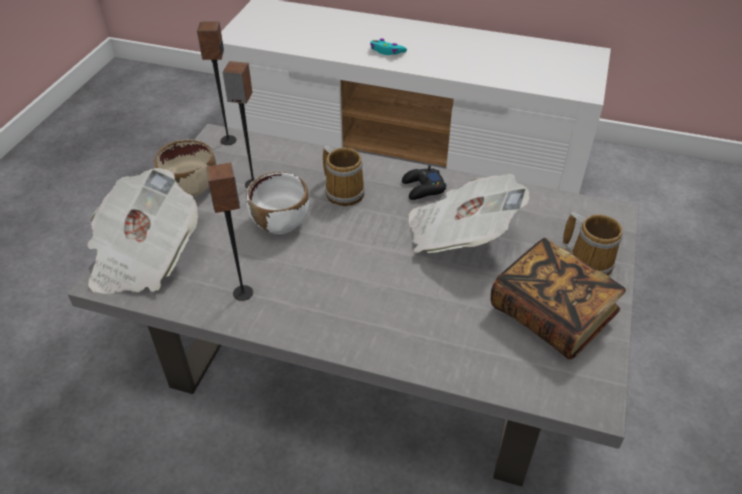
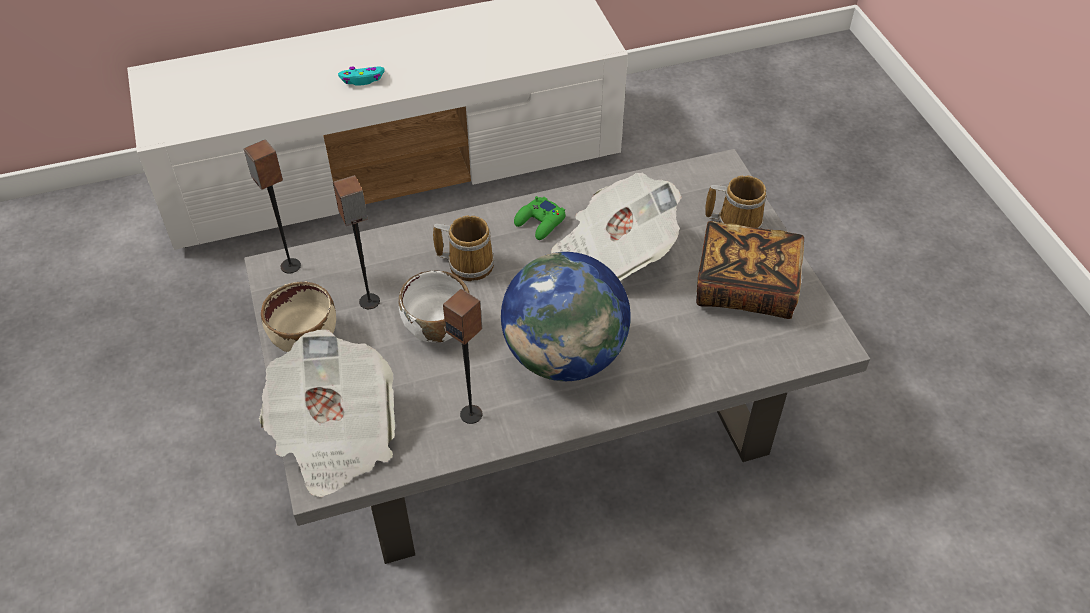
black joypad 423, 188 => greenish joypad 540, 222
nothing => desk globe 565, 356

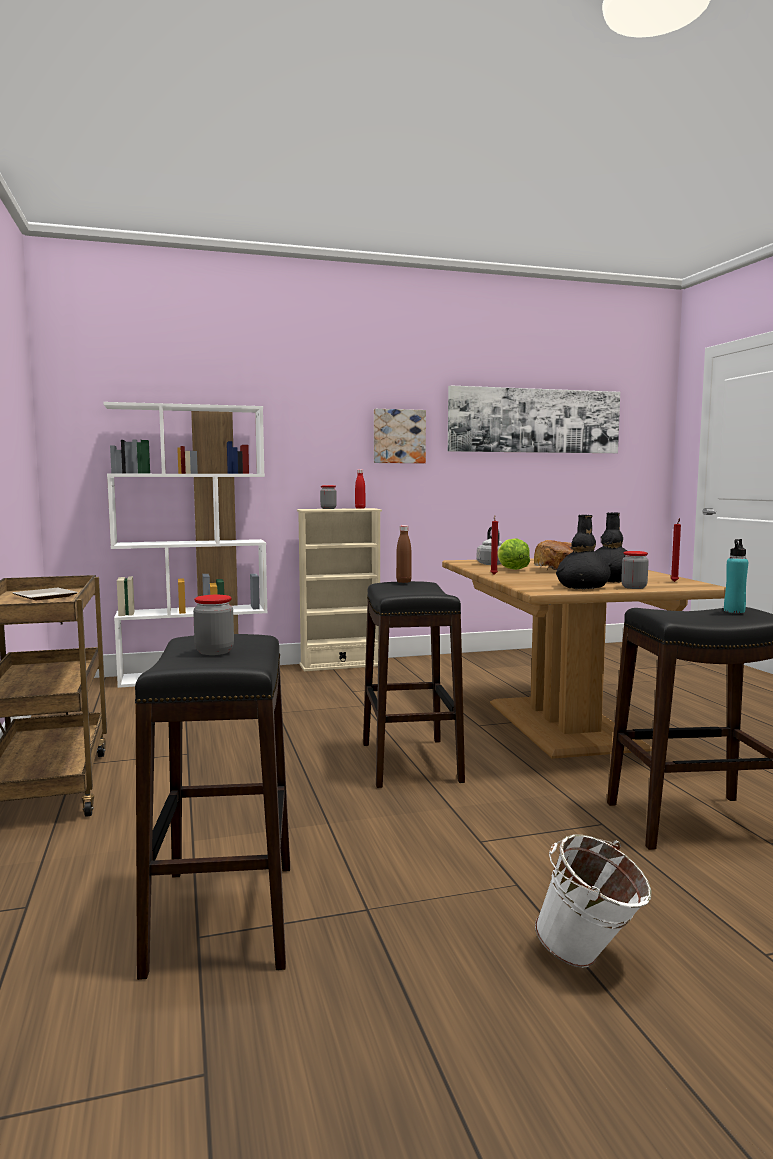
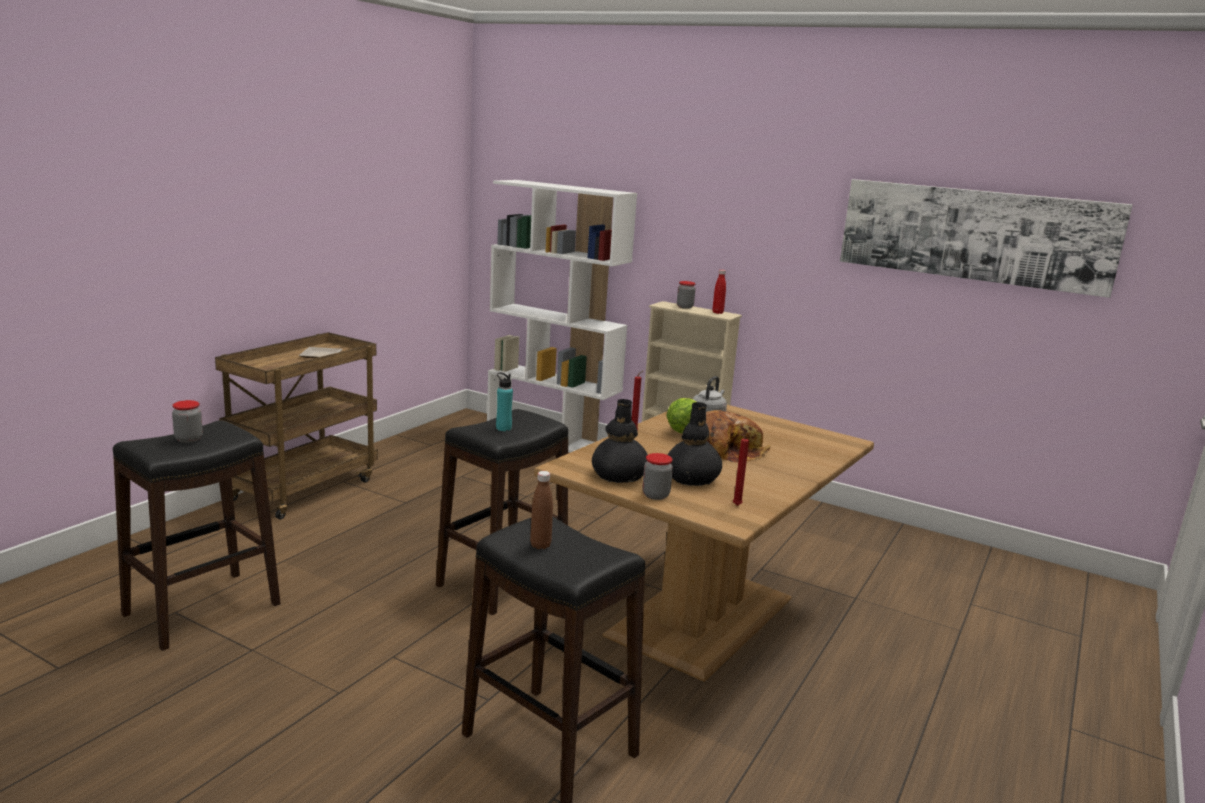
picture 398, 436 => nothing
brownish beverage bottle 403, 582 => brownish beverage bottle 540, 545, moved
whitish bucket 590, 959 => nothing
blue-green beverage bottle 734, 611 => blue-green beverage bottle 503, 428, moved

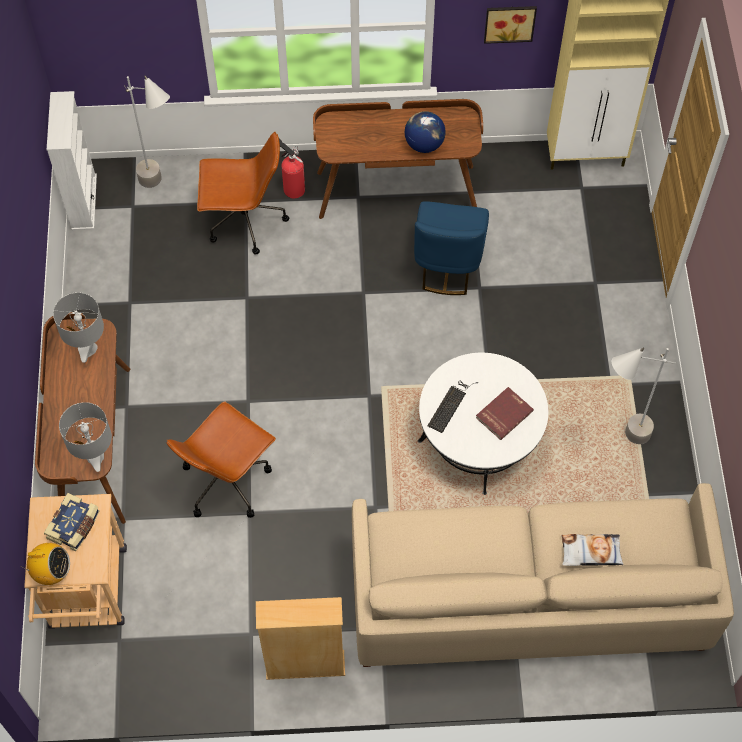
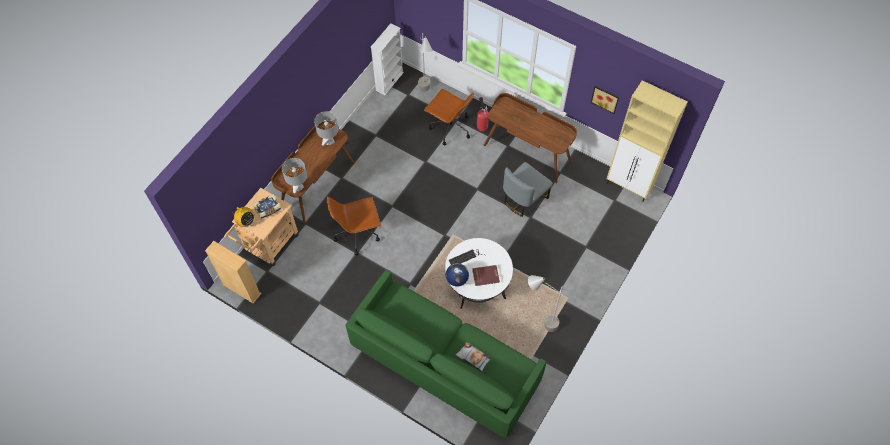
sand-coloured shelving unit 305, 665 => sand-coloured shelving unit 242, 289, moved
sand-coloured couch 527, 597 => greenish couch 444, 363
desk globe 424, 144 => desk globe 457, 279, moved
bluish upright chair 447, 265 => greyish upright chair 524, 199

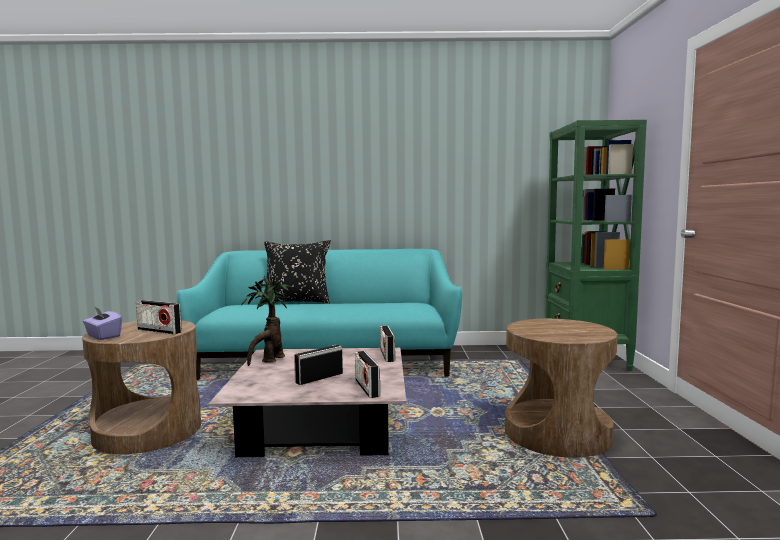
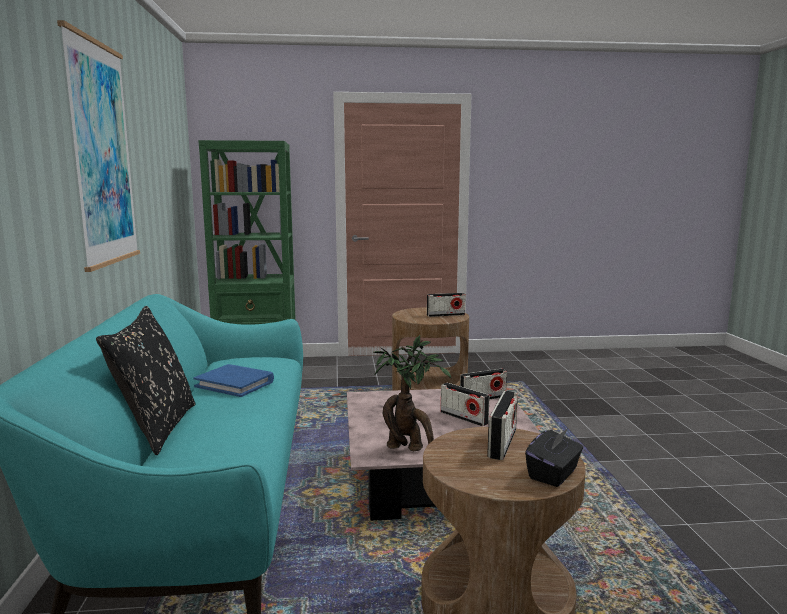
purple-coloured tissue box 103, 336 => black tissue box 553, 474
radio 387, 355 => radio 445, 315, moved
nothing => picture 102, 154
nothing => bluish volume 235, 384

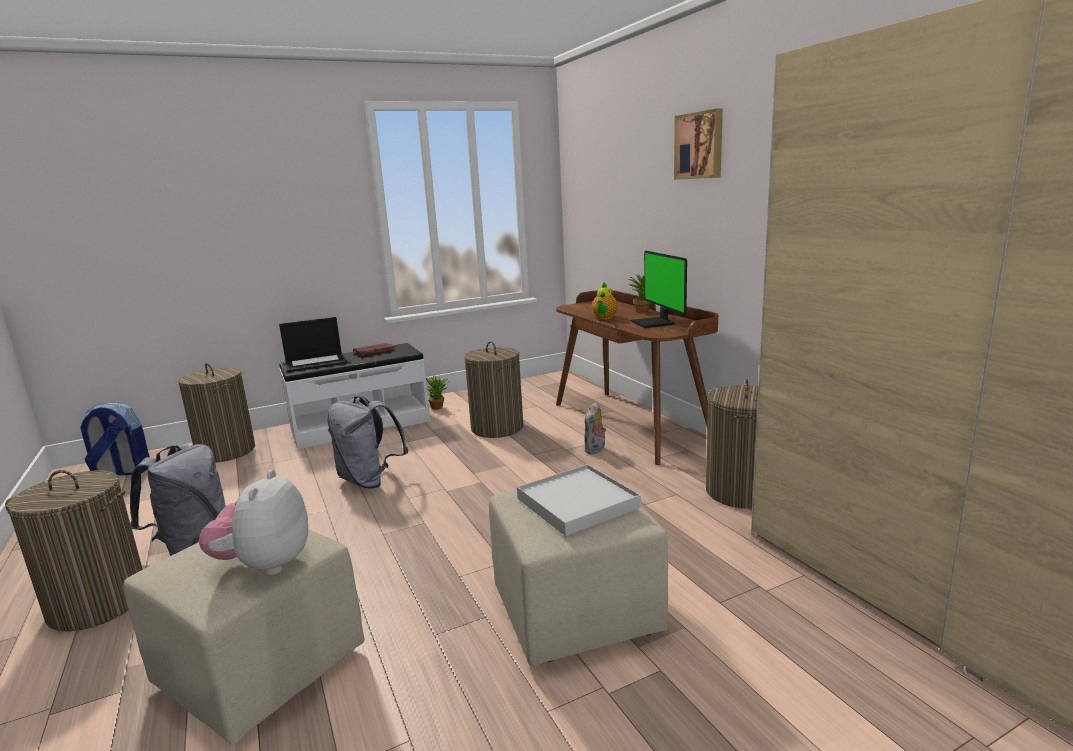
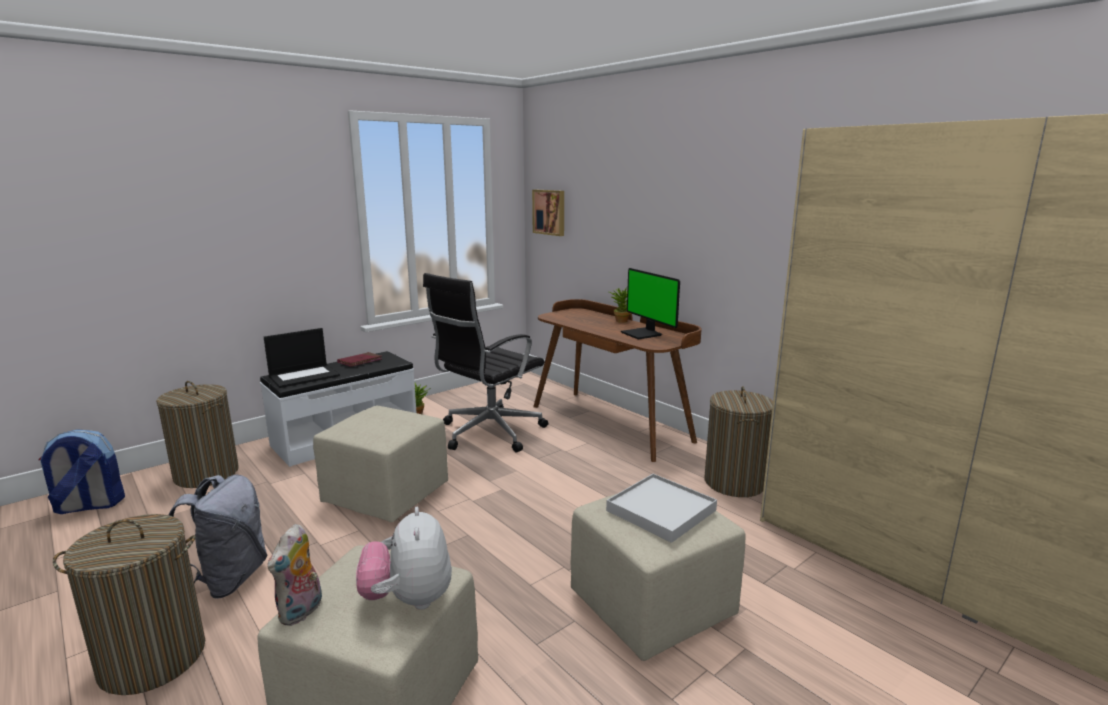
greyish knapsack 369, 480 => sand-coloured pouffe 388, 495
laundry basket 497, 428 => black computer chair 488, 433
soft toy 595, 450 => soft toy 302, 612, moved
pot for tea 604, 318 => nothing
picture 700, 145 => picture 550, 212, moved

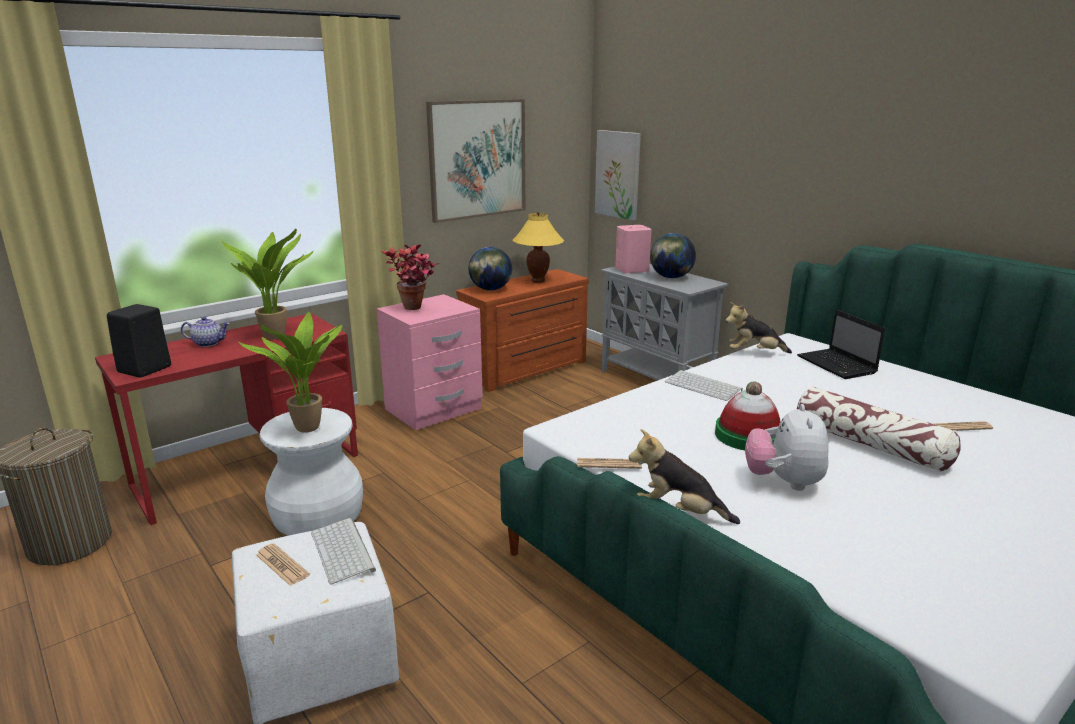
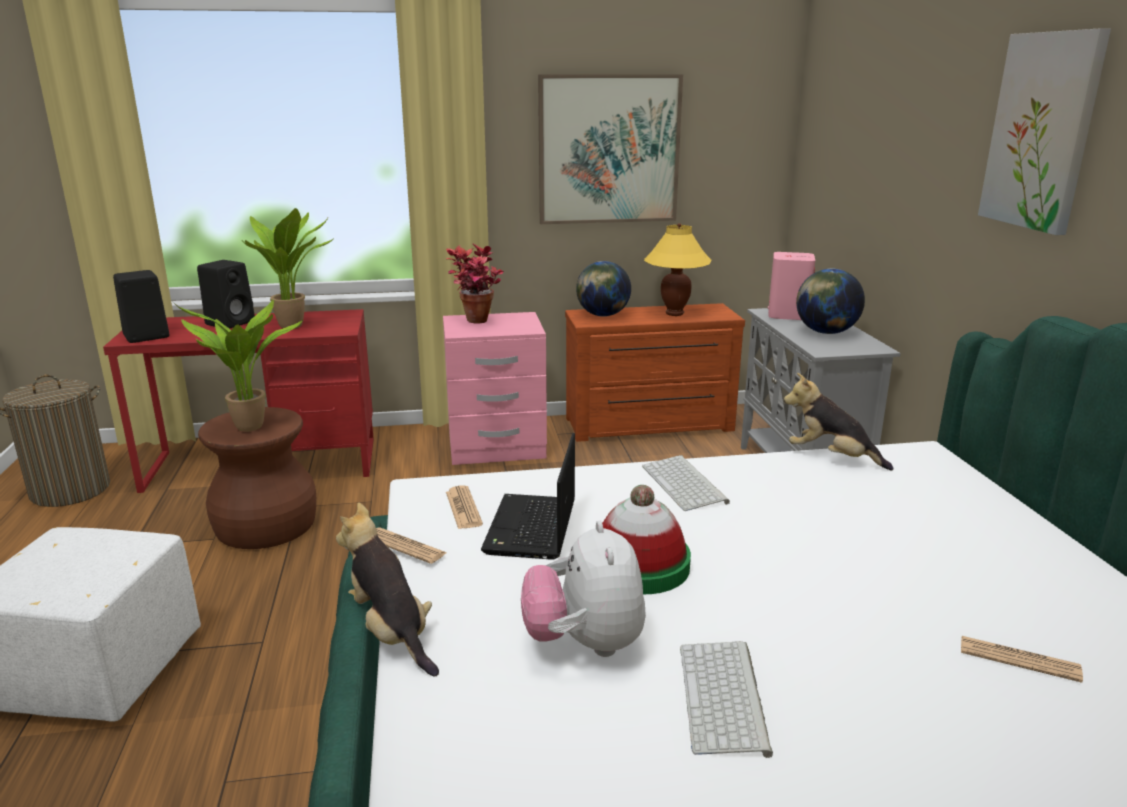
pot for tea 208, 343 => black loudspeaker 231, 322
daily paper 282, 565 => daily paper 463, 508, moved
whitish sitting stool 317, 515 => brownish sitting stool 264, 526
PC keyboard 344, 551 => PC keyboard 725, 699, moved
picture 618, 174 => picture 1042, 131, moved
soft toy 783, 482 => soft toy 584, 643, 45 degrees counterclockwise
laptop 838, 365 => laptop 531, 529, moved
pillow 870, 445 => nothing

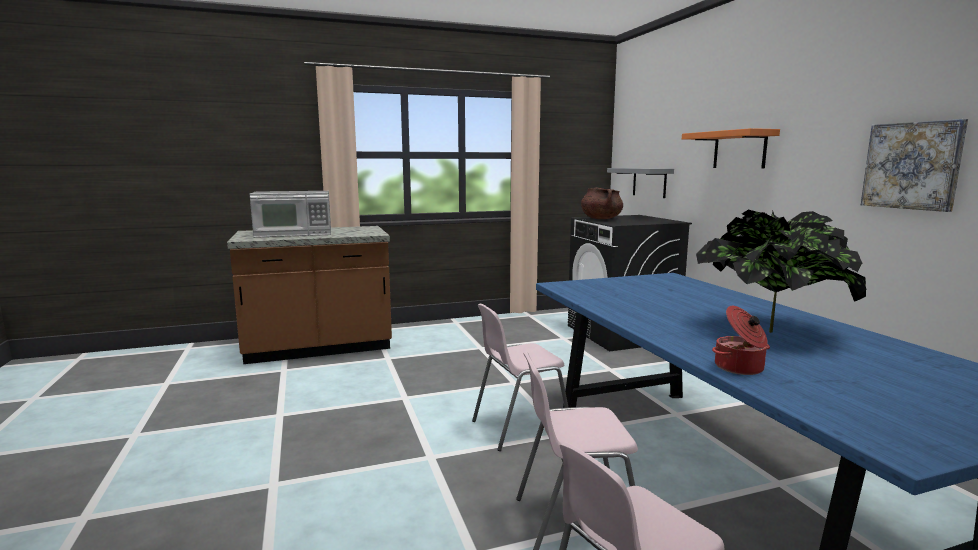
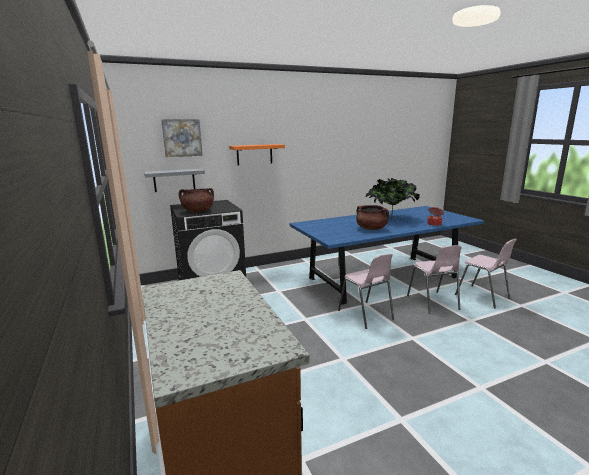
microwave 294, 233 => nothing
picture 912, 165 => picture 182, 138, moved
nothing => brownish saucepot 371, 229

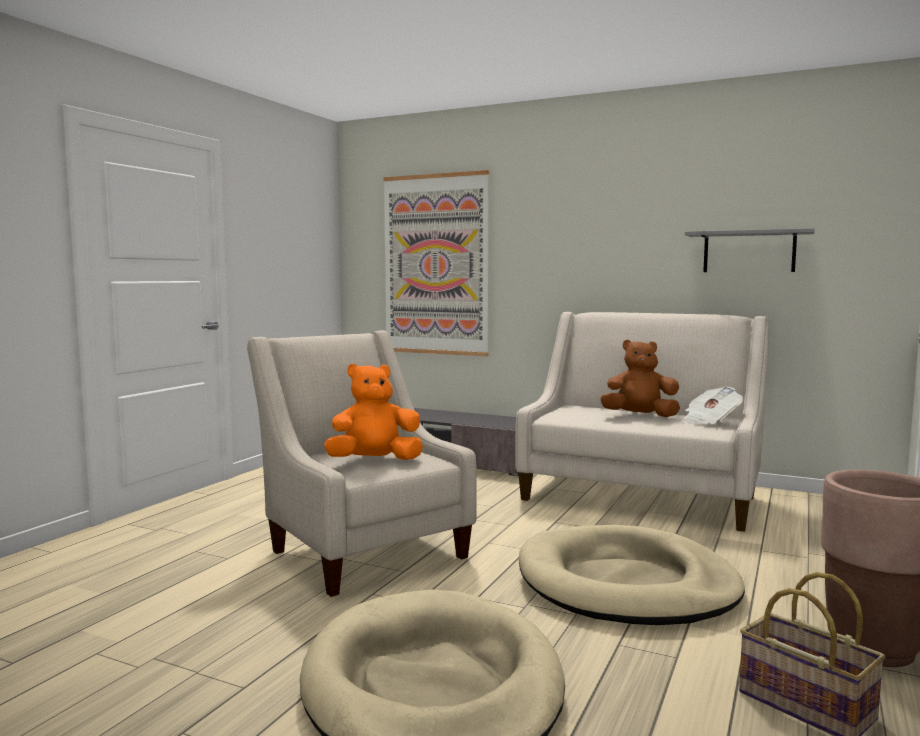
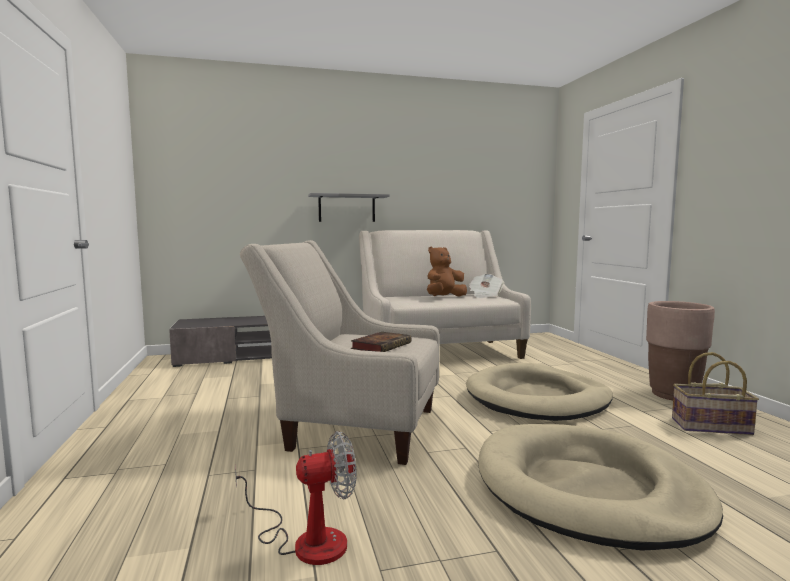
orange soft toy 374, 461 => volume 382, 346
picture 435, 265 => nothing
greyish shelf 749, 252 => greyish shelf 347, 208, moved
nothing => fan 306, 540

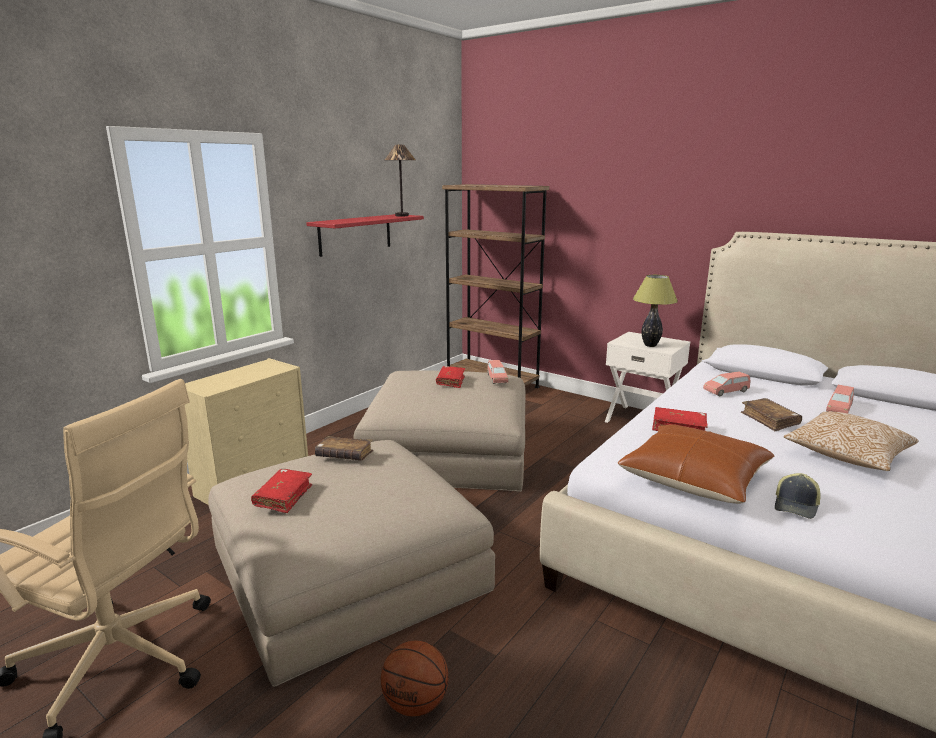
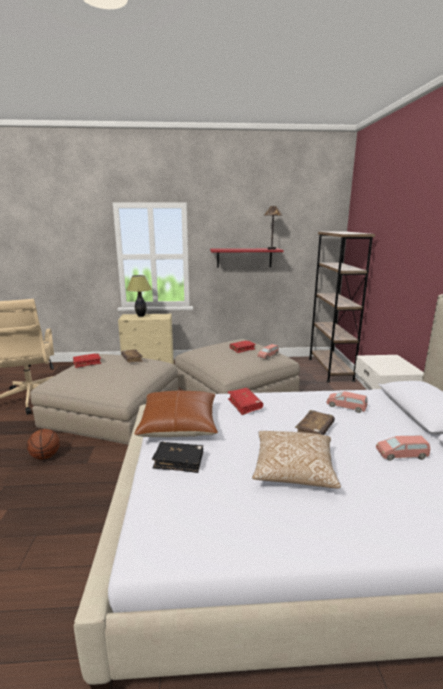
tabletop lamp 650, 345 => tabletop lamp 141, 316, moved
baseball cap 796, 506 => black volume 179, 461

